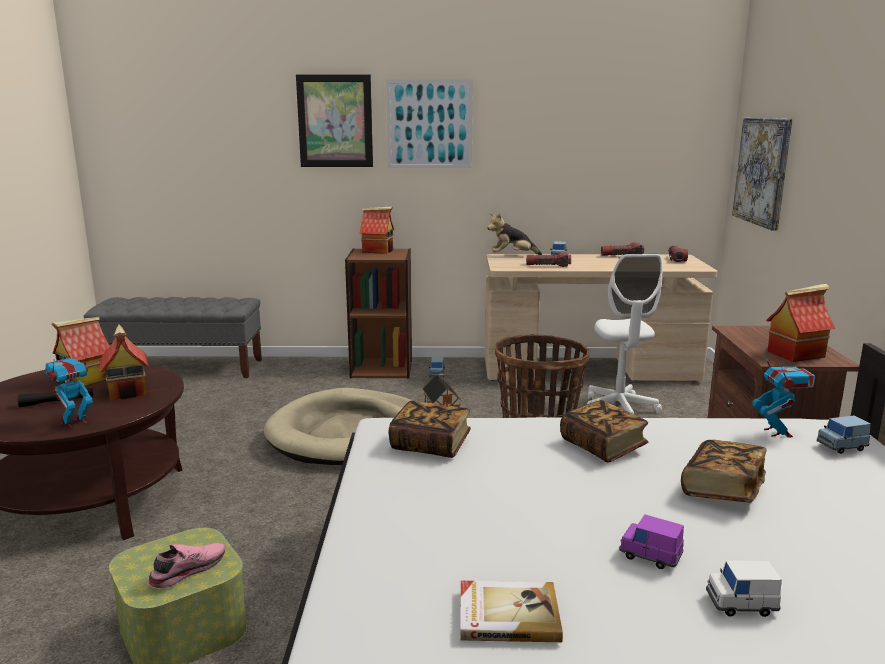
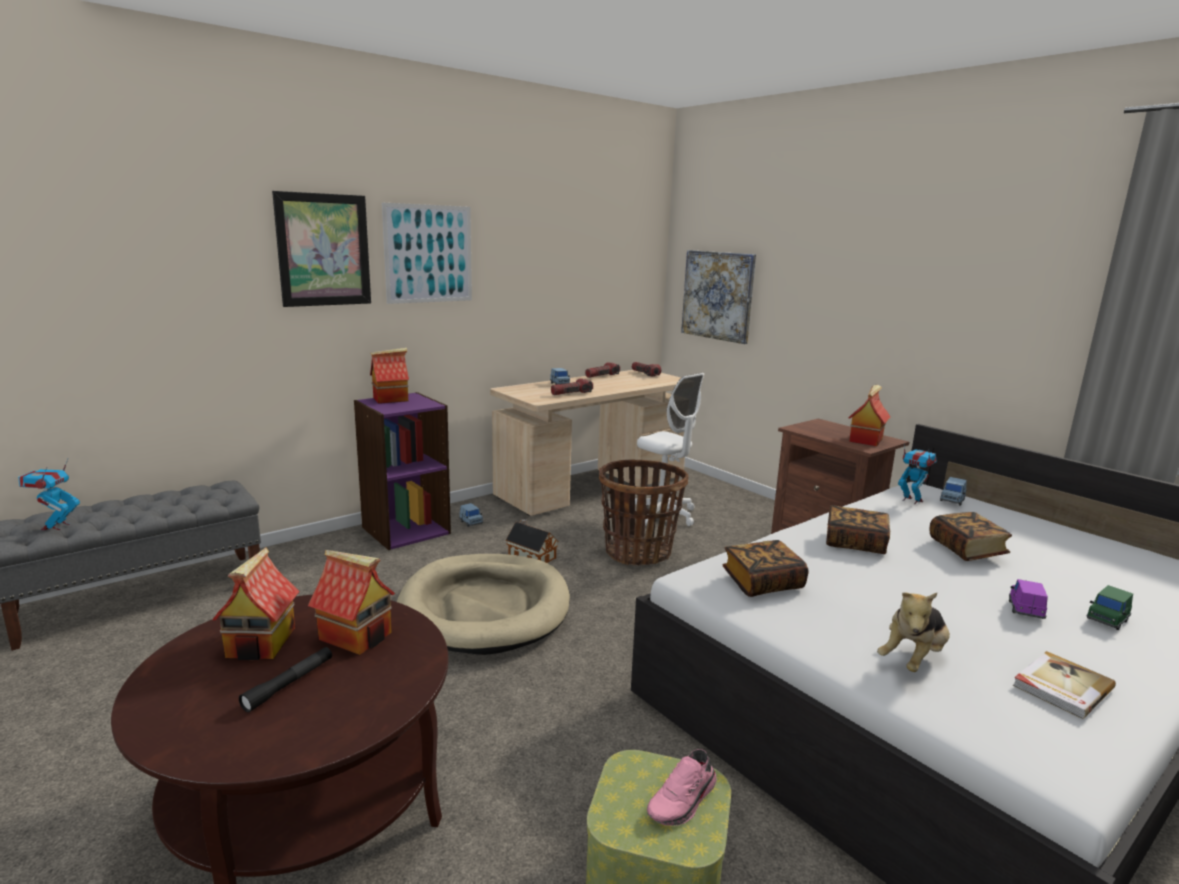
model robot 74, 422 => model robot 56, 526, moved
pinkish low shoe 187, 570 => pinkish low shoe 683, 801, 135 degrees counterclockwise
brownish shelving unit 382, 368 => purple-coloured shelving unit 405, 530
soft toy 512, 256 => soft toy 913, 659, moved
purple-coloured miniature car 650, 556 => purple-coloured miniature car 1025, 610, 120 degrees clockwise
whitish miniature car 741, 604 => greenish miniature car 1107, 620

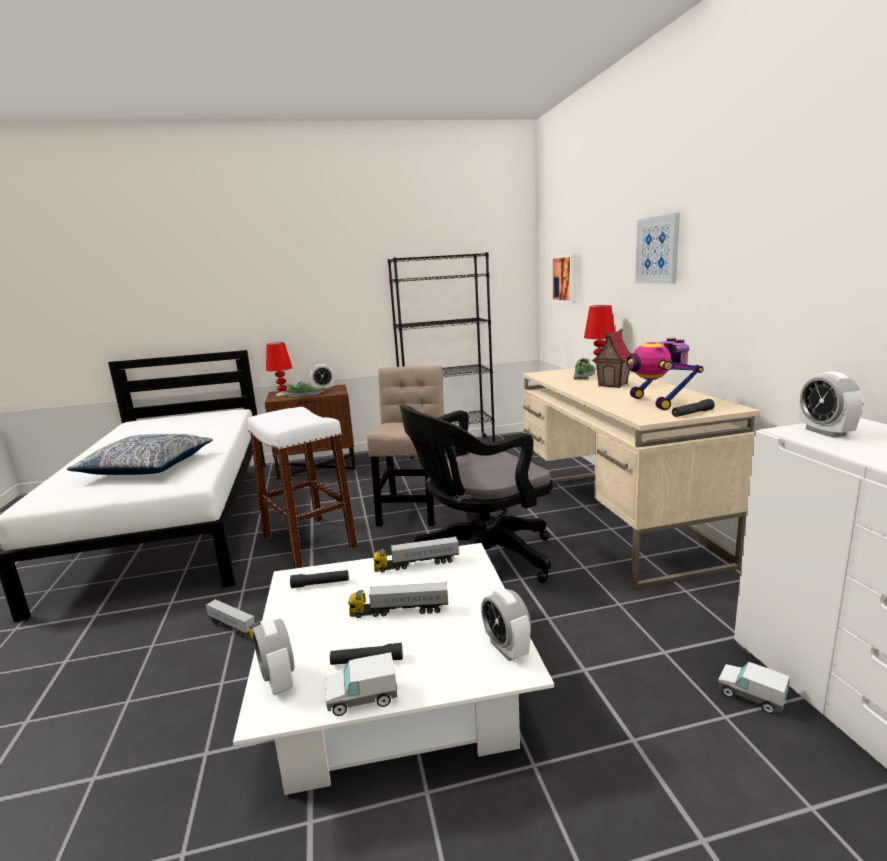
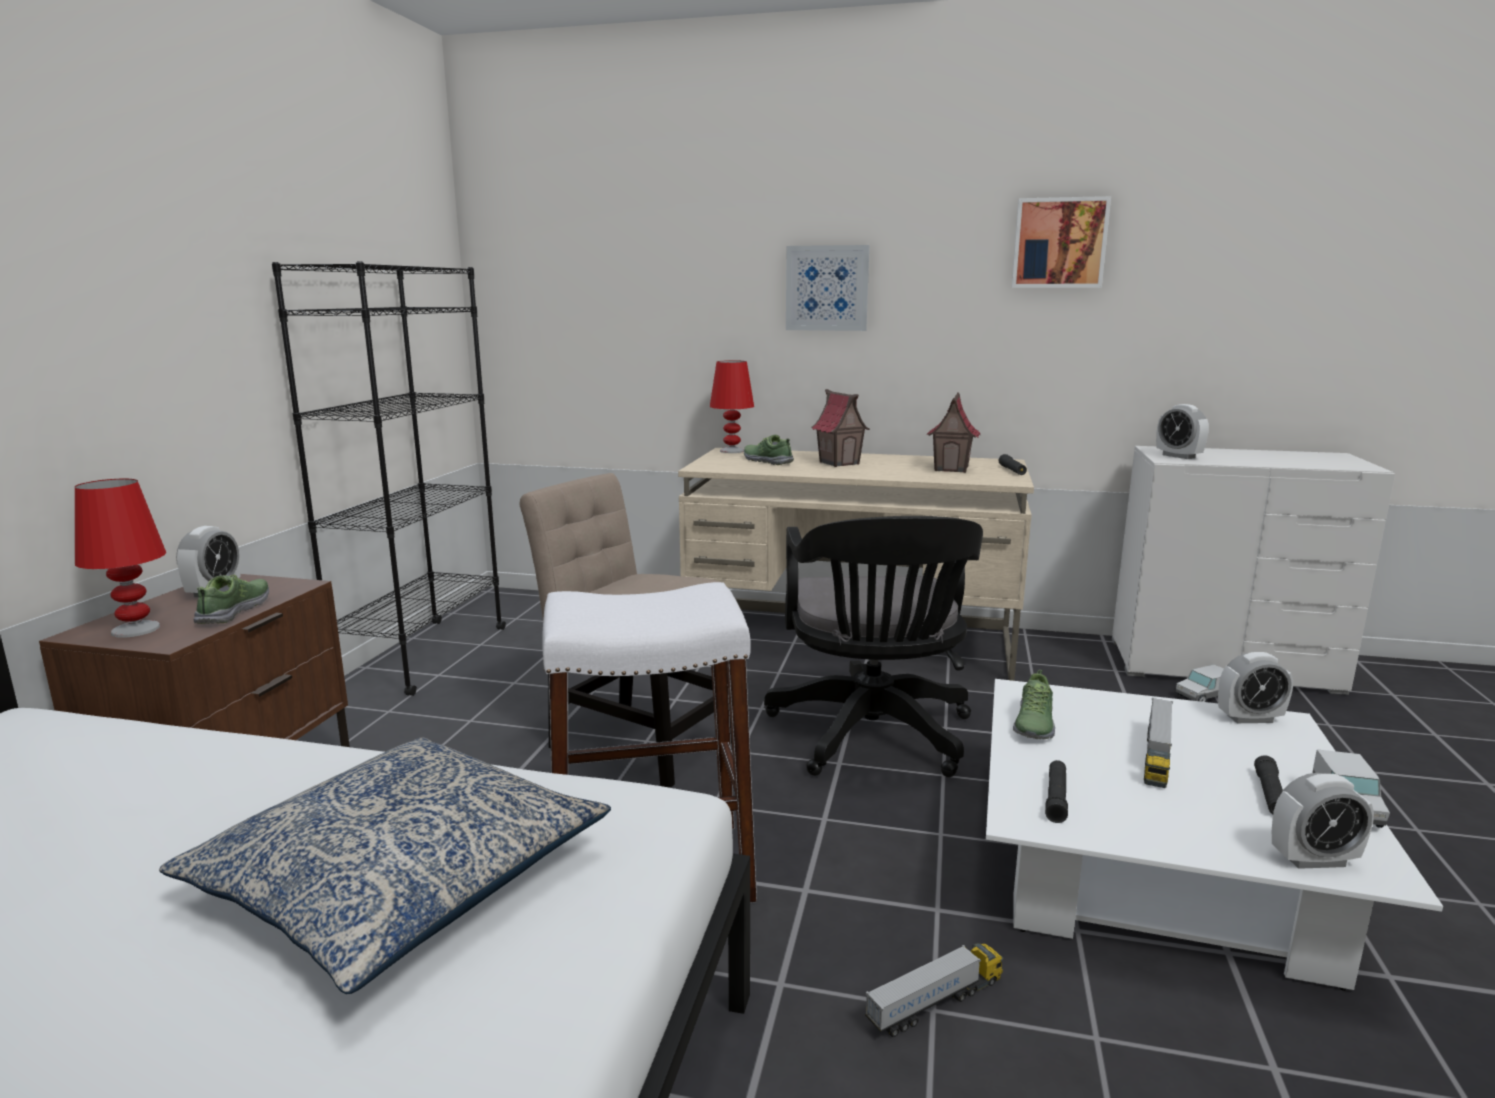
model truck 416, 564 => low shoe 1033, 724
picture 566, 278 => picture 1059, 243, moved
model robot 657, 402 => model house 952, 469
alarm clock 825, 432 => alarm clock 1178, 456, 45 degrees clockwise

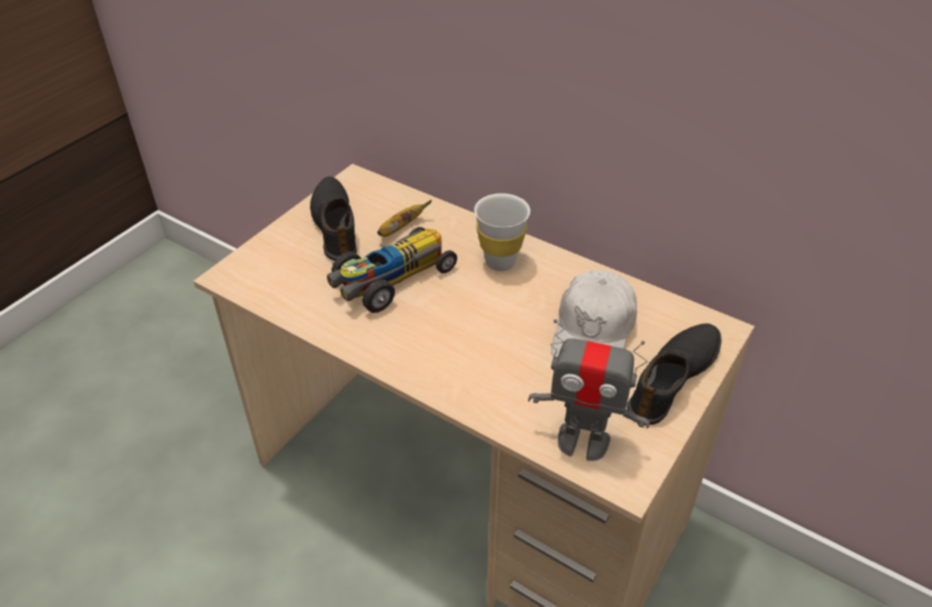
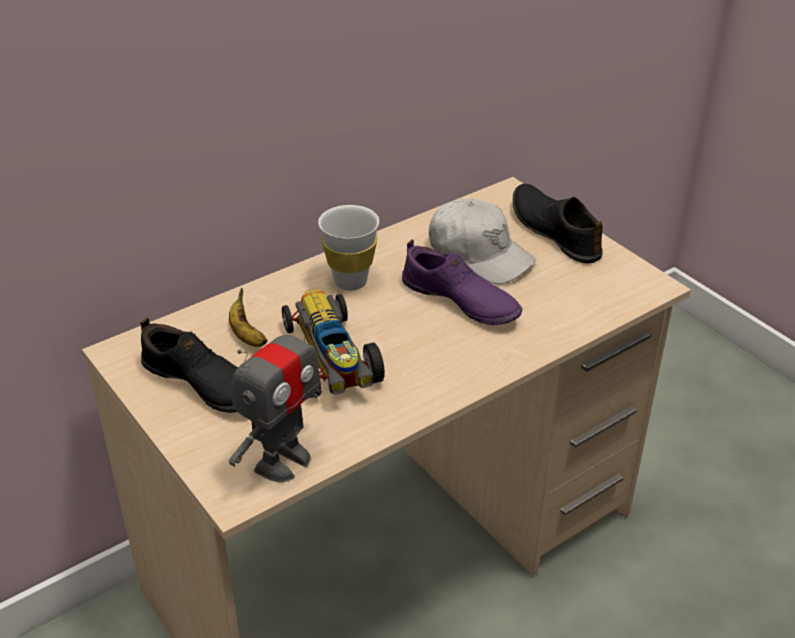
black low shoe 336, 225 => black low shoe 201, 384, 150 degrees counterclockwise
model robot 583, 441 => model robot 282, 461, moved
nothing => purple-coloured low shoe 460, 301

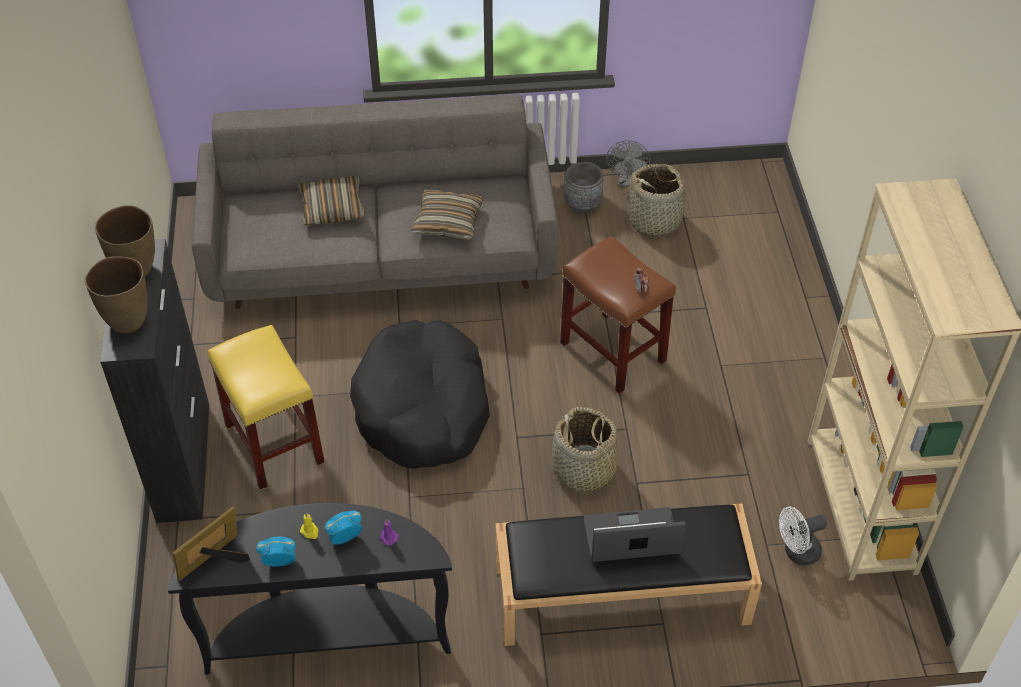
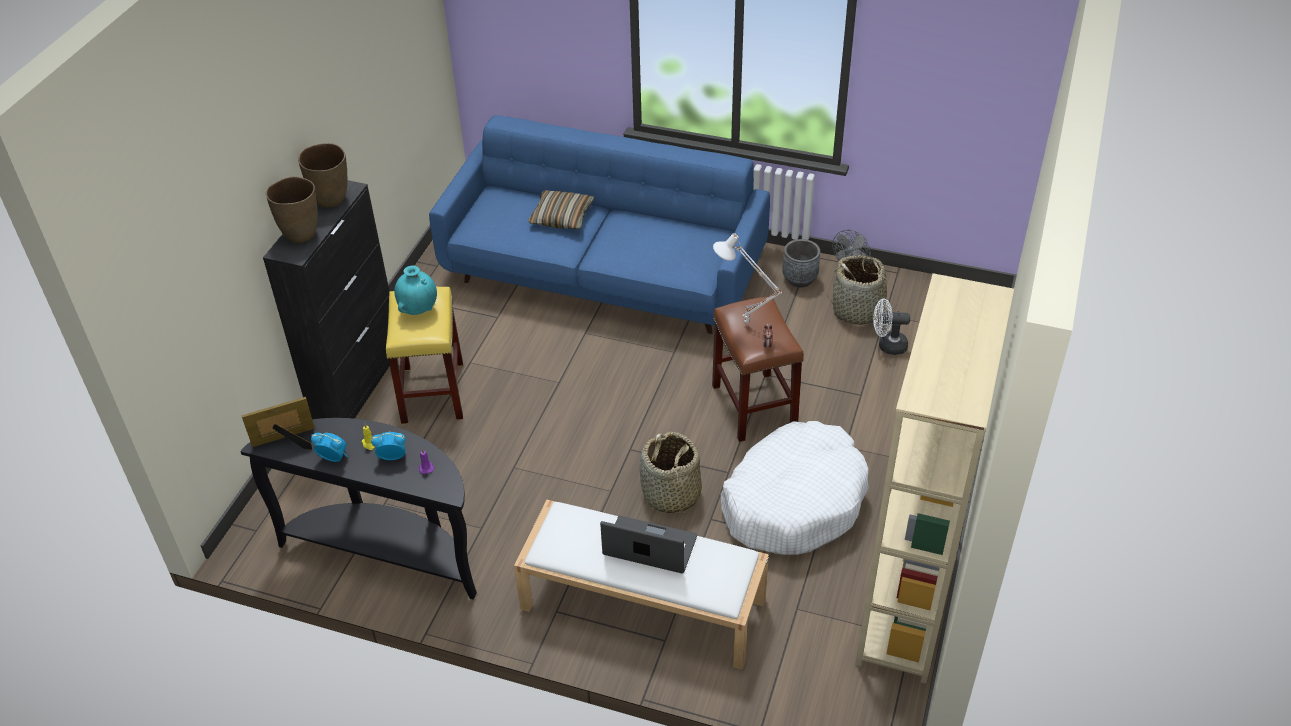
greyish couch 382, 255 => bluish couch 603, 274
black pet bed 423, 408 => nothing
pillow 448, 222 => nothing
black bench 620, 595 => whitish bench 641, 604
whitish fan 797, 552 => whitish fan 887, 345, moved
nothing => blue-green decorative vase 419, 309
nothing => whitish tabletop lamp 745, 325
nothing => whitish pet bed 793, 501

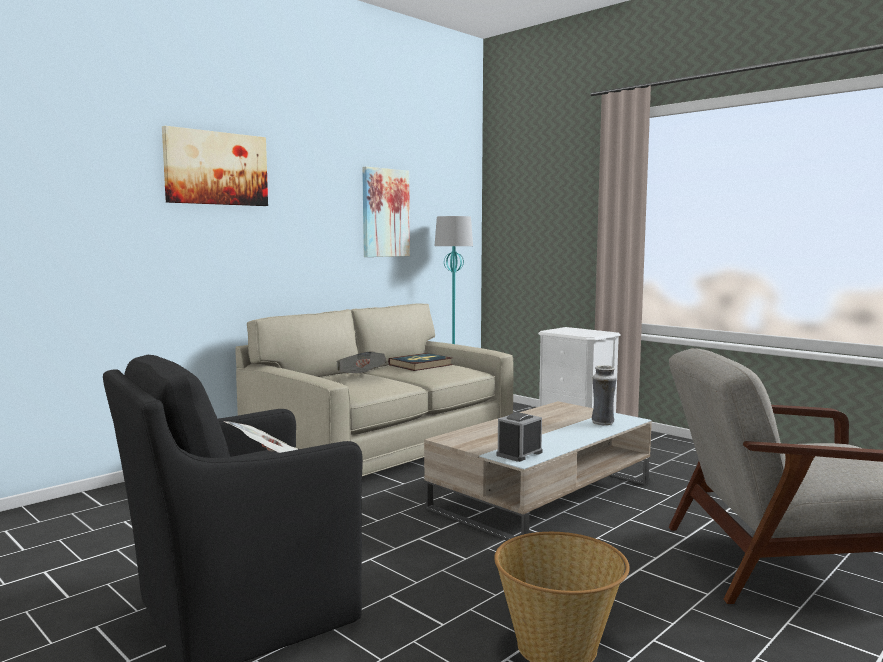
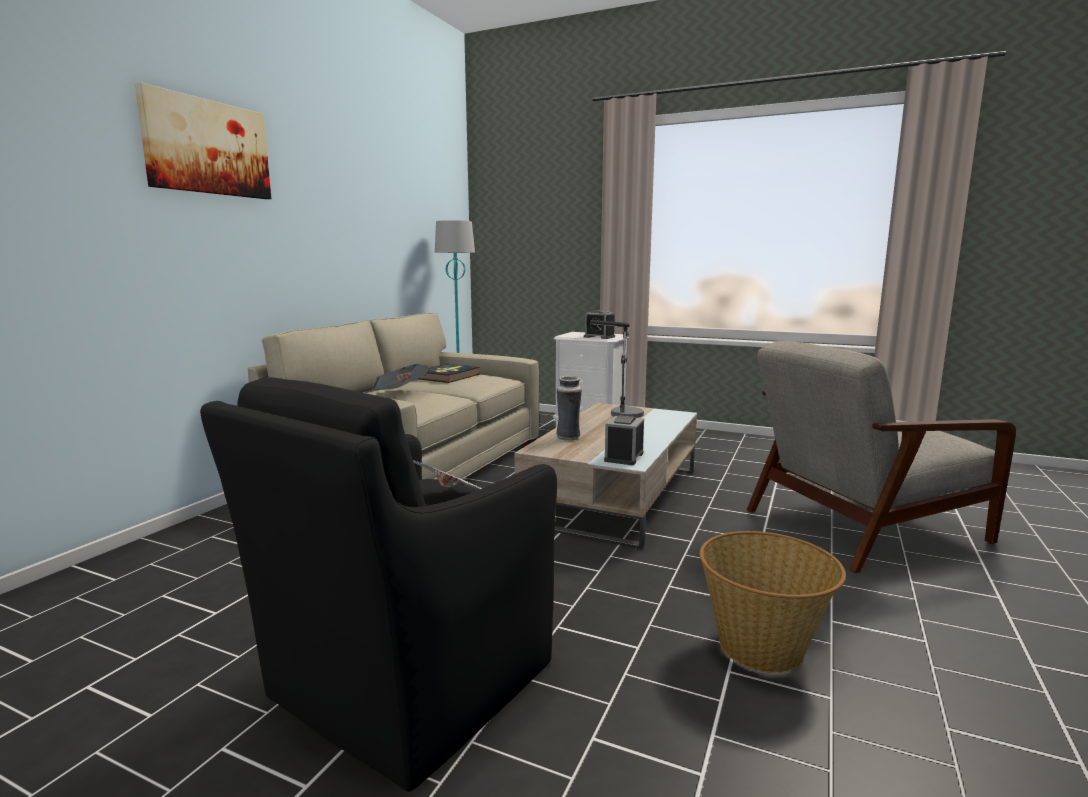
picture 385, 213 => nothing
decorative vase 603, 423 => decorative vase 568, 438, moved
nothing => alarm clock 599, 337
nothing => tabletop lamp 620, 412

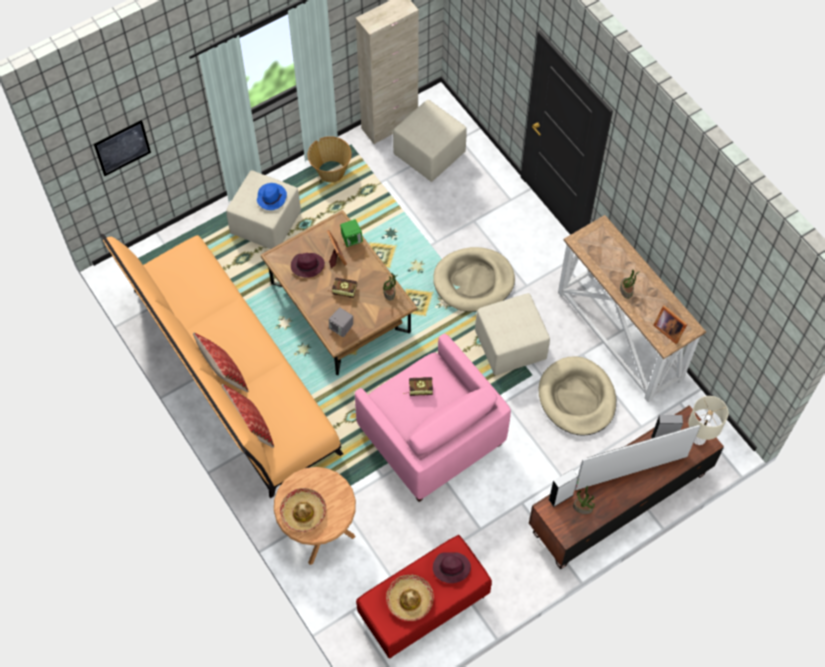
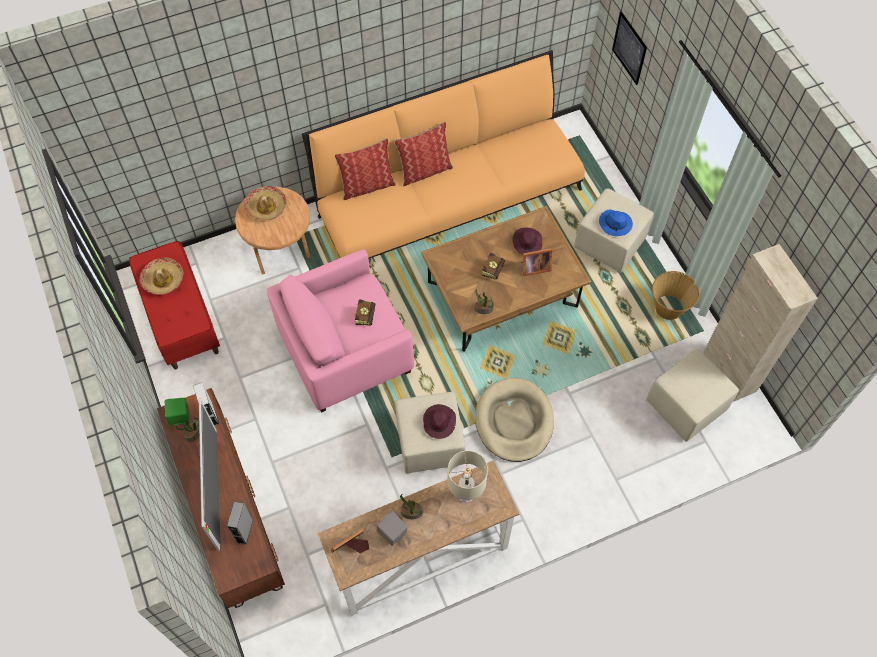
greyish loudspeaker 341, 328 => greyish loudspeaker 392, 533, moved
greenish loudspeaker 351, 239 => greenish loudspeaker 180, 416, moved
purple-coloured clothing hat 450, 568 => purple-coloured clothing hat 439, 422, moved
sand-coloured pet bed 577, 398 => nothing
sand-coloured tabletop lamp 698, 438 => sand-coloured tabletop lamp 466, 495, moved

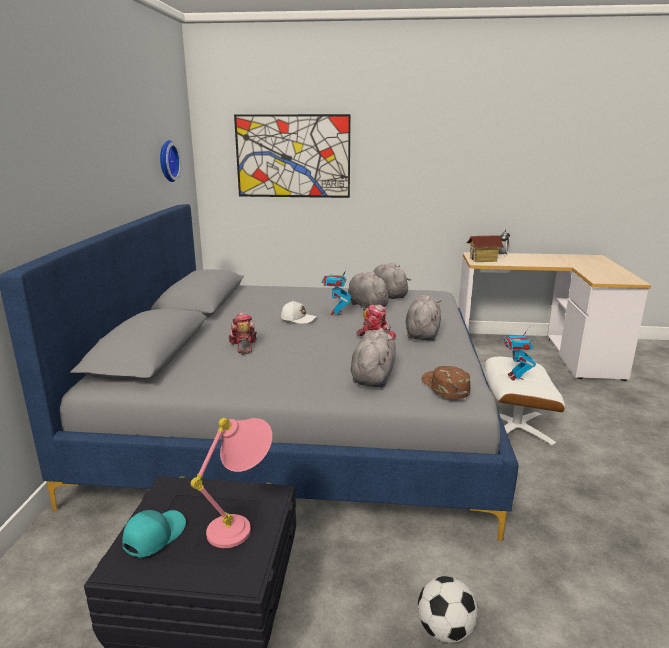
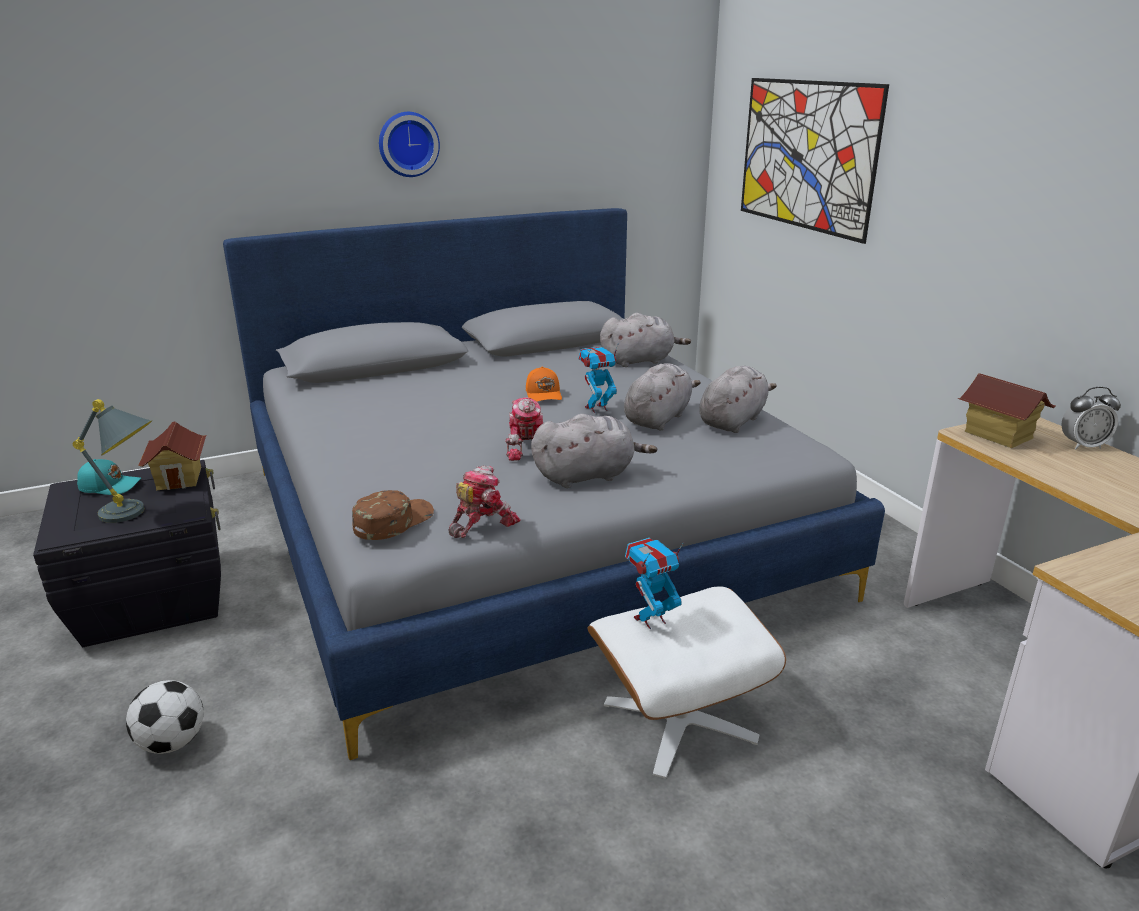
hanging clock 167, 161 => hanging clock 408, 144, moved
pinkish tabletop lamp 242, 524 => greyish tabletop lamp 135, 514
model robot 243, 346 => model robot 482, 523, moved
whitish baseball cap 298, 318 => orange baseball cap 544, 394
greyish soft toy 373, 376 => greyish soft toy 639, 361, moved
nothing => model house 180, 478

